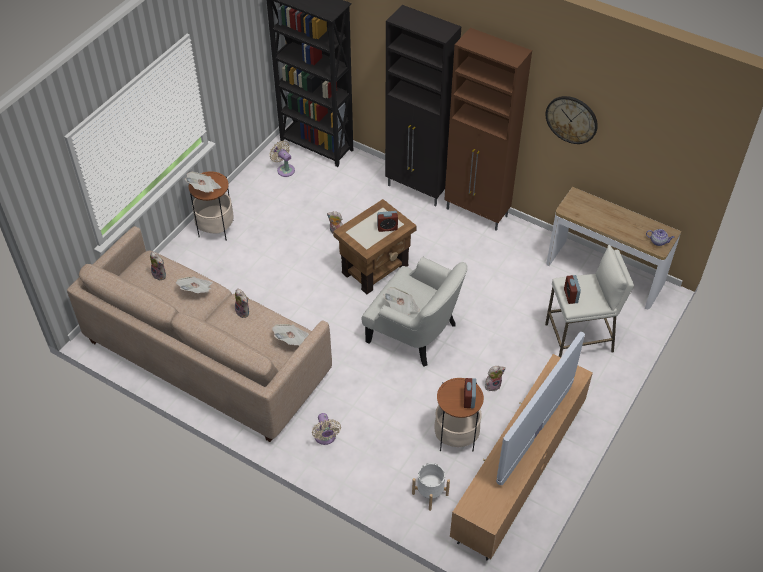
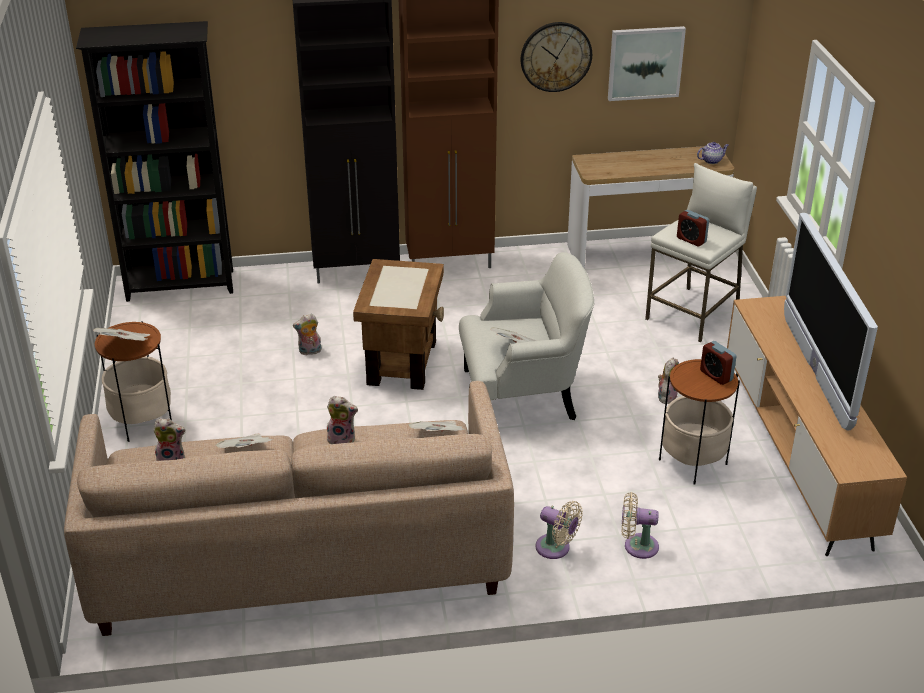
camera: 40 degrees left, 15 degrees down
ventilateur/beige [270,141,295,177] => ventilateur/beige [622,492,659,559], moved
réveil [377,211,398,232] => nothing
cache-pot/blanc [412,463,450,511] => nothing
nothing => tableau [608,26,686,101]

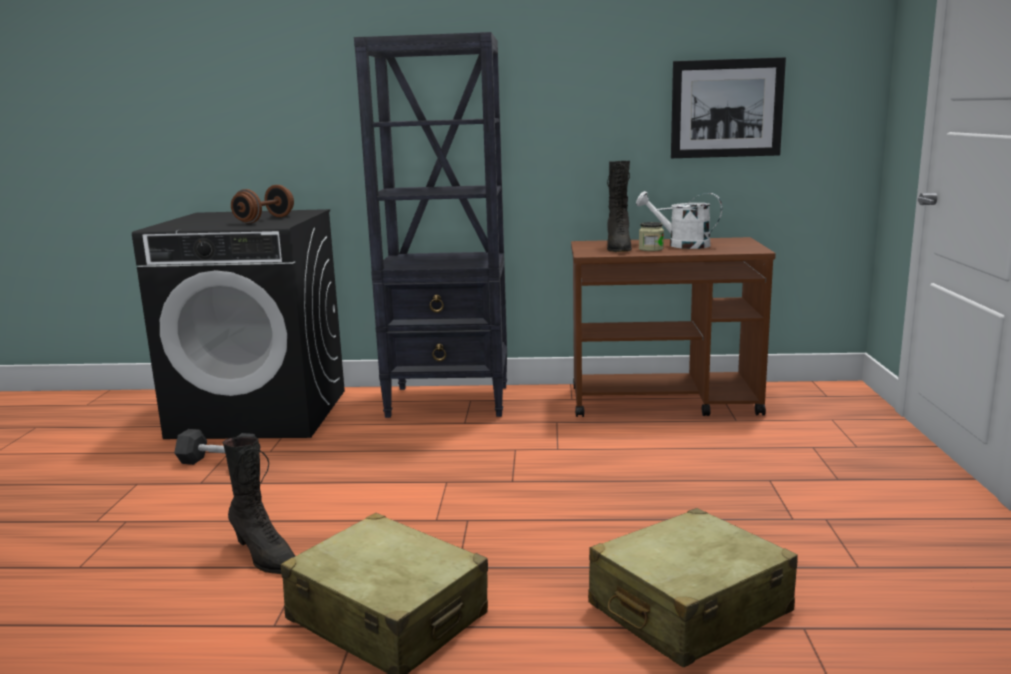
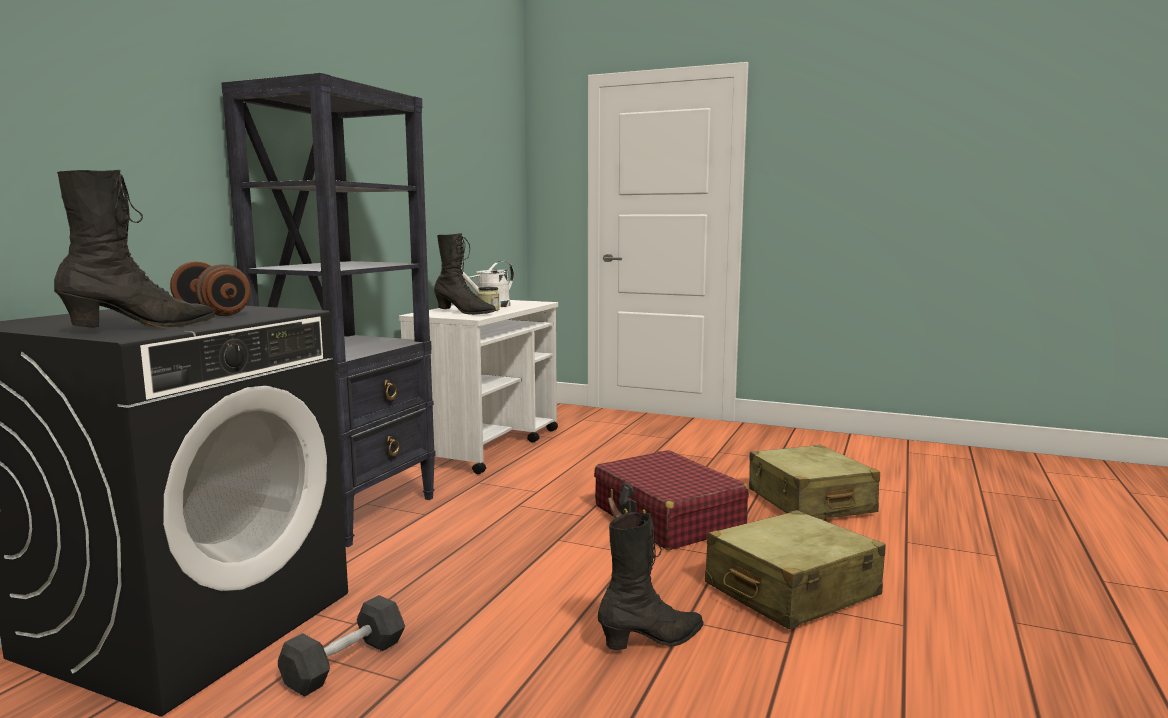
camera: 70 degrees left, 5 degrees down
tableau [671,57,786,158] => nothing
chariot/marron [571,237,776,417] => chariot/blanc [399,300,558,474]
nothing => botte/noir [54,170,215,327]
nothing => valise/rouge [594,450,749,550]

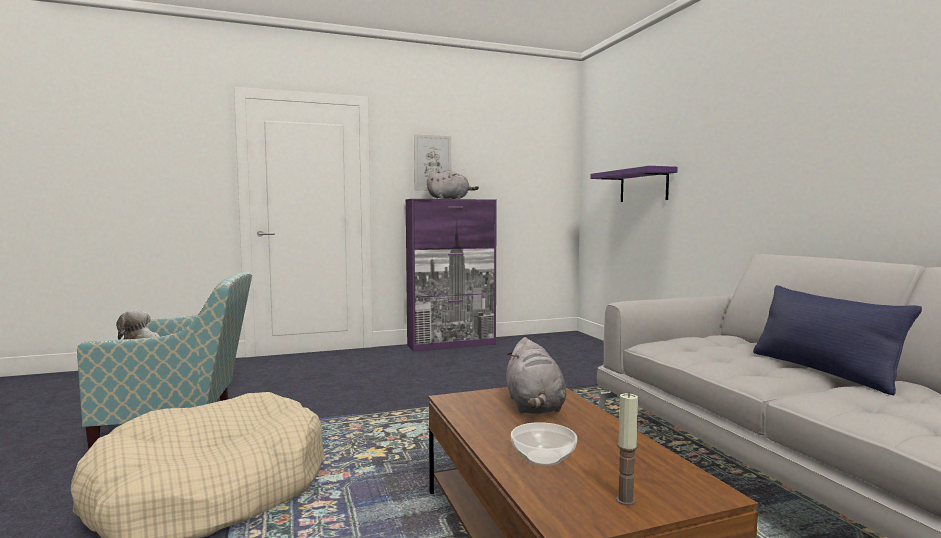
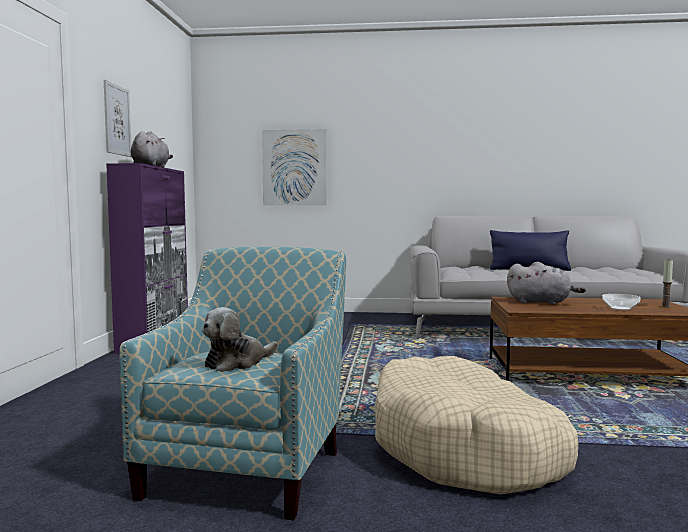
camera: 65 degrees left, 0 degrees up
étagère/violet [590,166,678,202] => tableau [262,129,327,206]

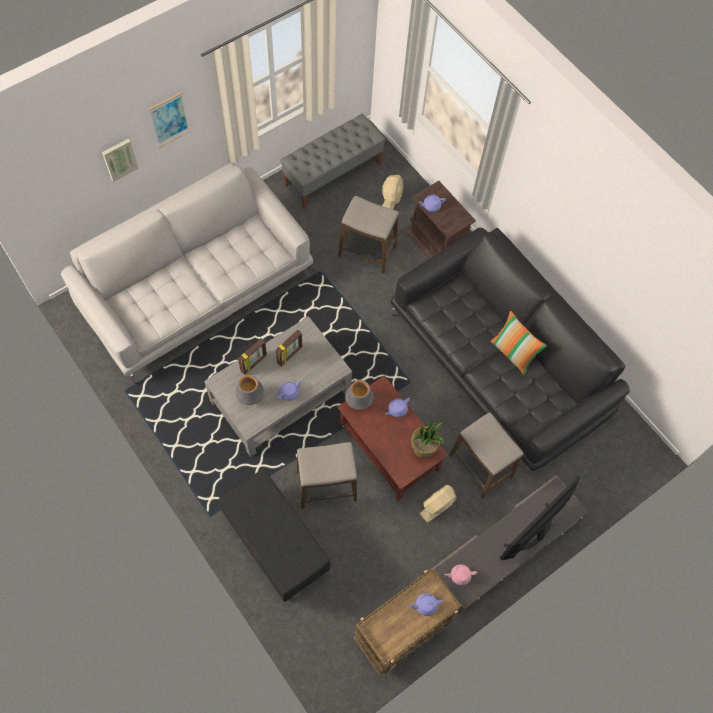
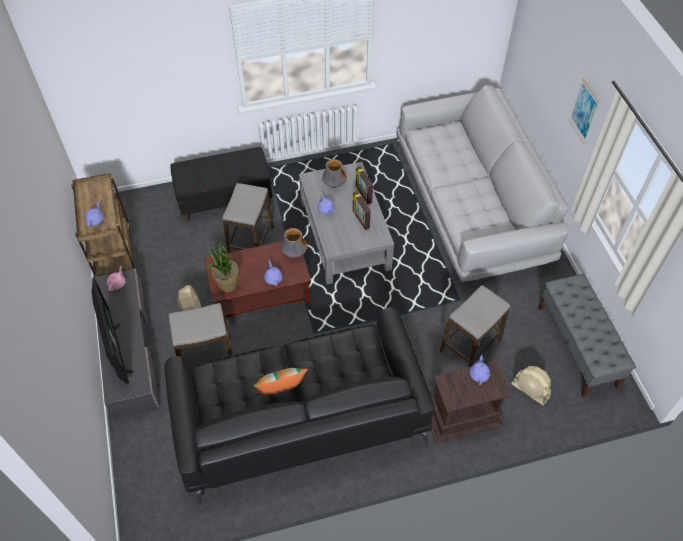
camera: 115 degrees right, 10 degrees down
tableau [102,139,139,182] => nothing

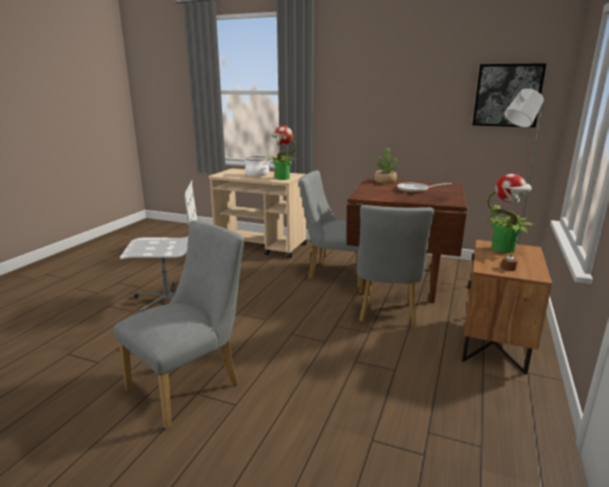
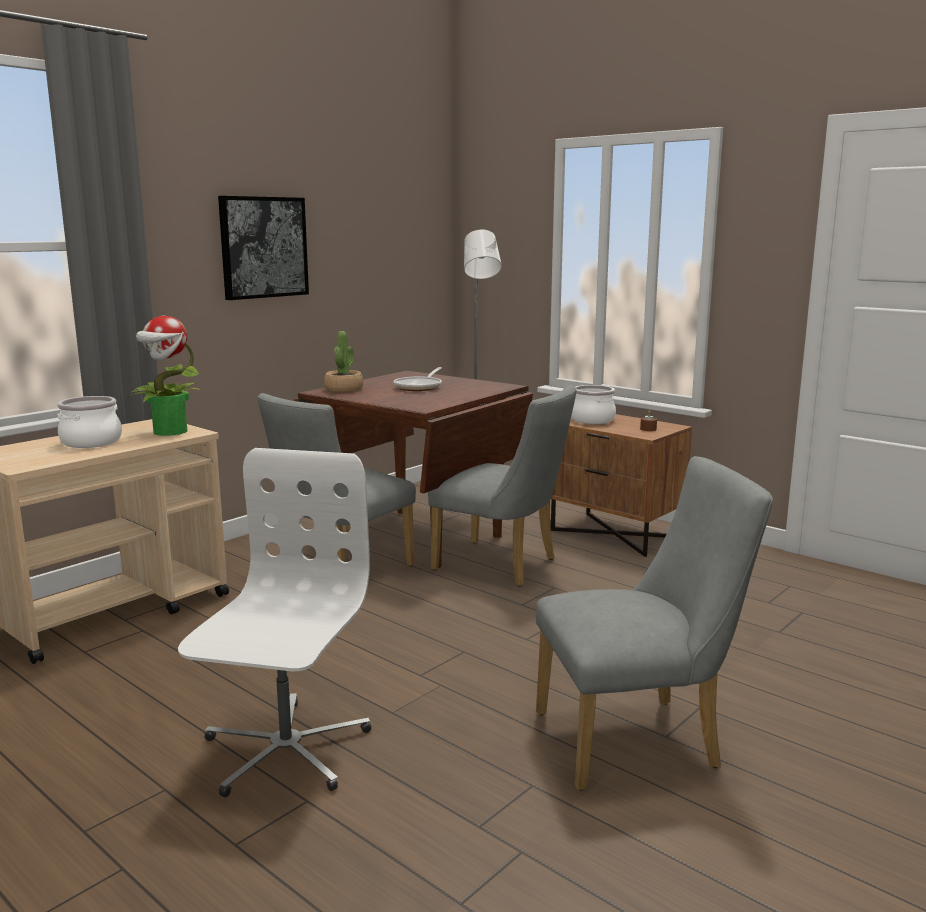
camera: 70 degrees left, 5 degrees down
tableau [473,63,546,127] => tableau [218,196,309,300], moved
plante en pot [484,174,535,253] => marmite [571,385,616,424]
chaise/gris [114,220,244,429] => chaise/gris [536,456,773,791], 105 degrees clockwise

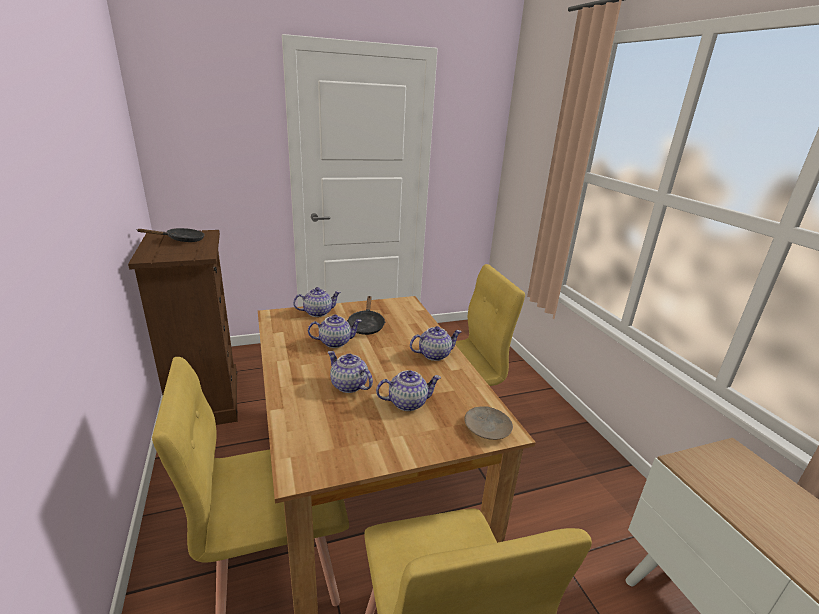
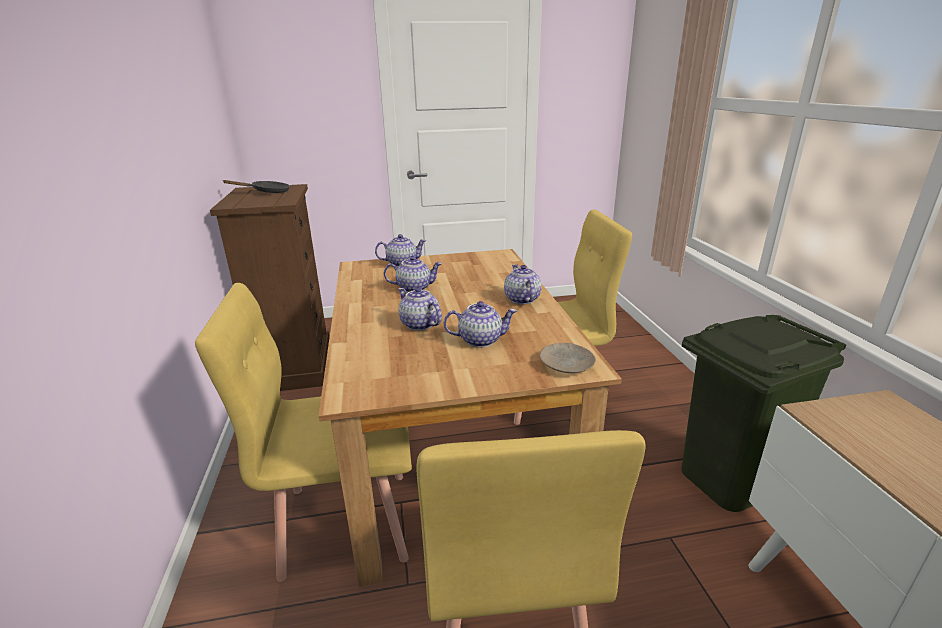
camera: 10 degrees right, 0 degrees up
poêle/noir [347,296,385,335] => nothing
théière [410,326,462,361] => théière [504,264,542,304], 90 degrees counterclockwise
nothing => poubelle/vert [681,315,846,512]

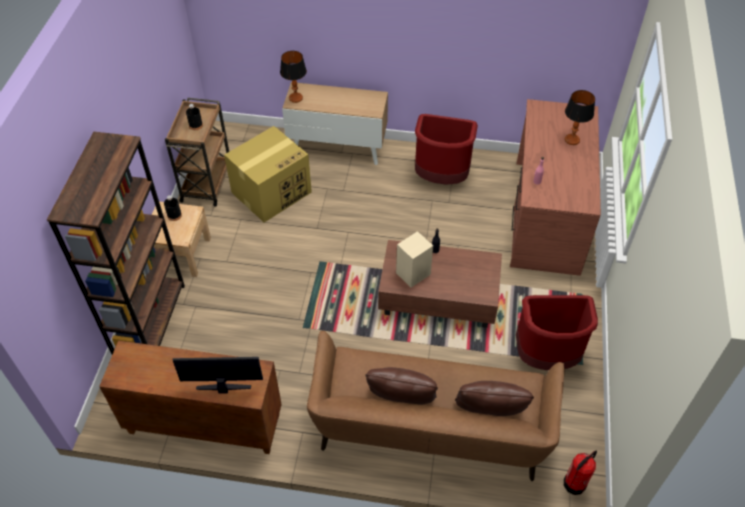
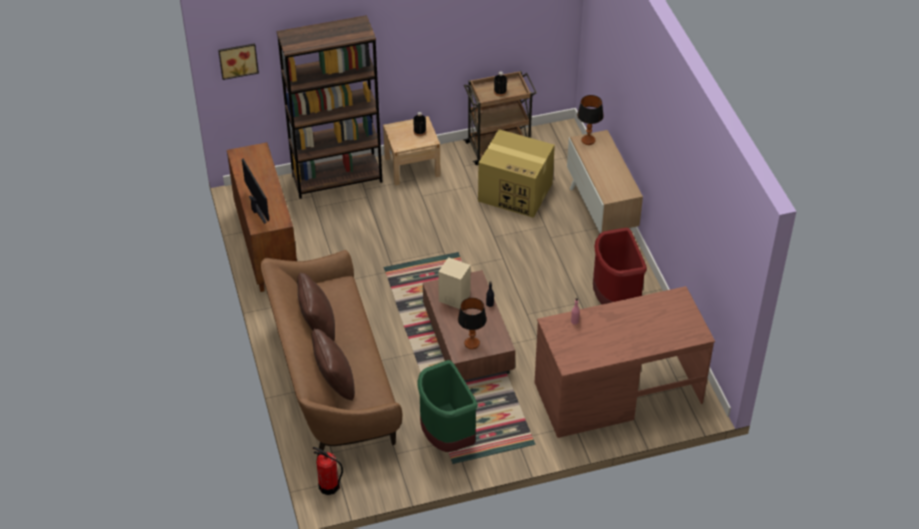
camera: 65 degrees right, 5 degrees down
lampe de table [565,90,595,145] => lampe de table [458,298,487,349], moved
poubelle/rouge [516,295,598,370] => poubelle/vert [417,360,478,452]
nothing => tableau [218,43,259,80]

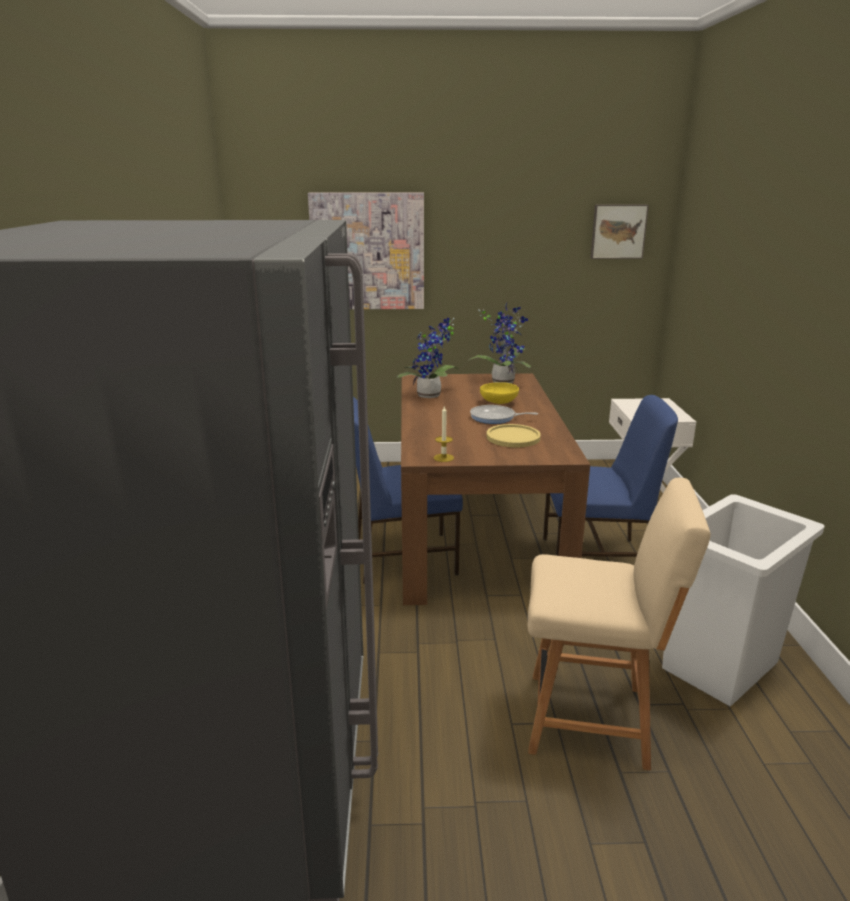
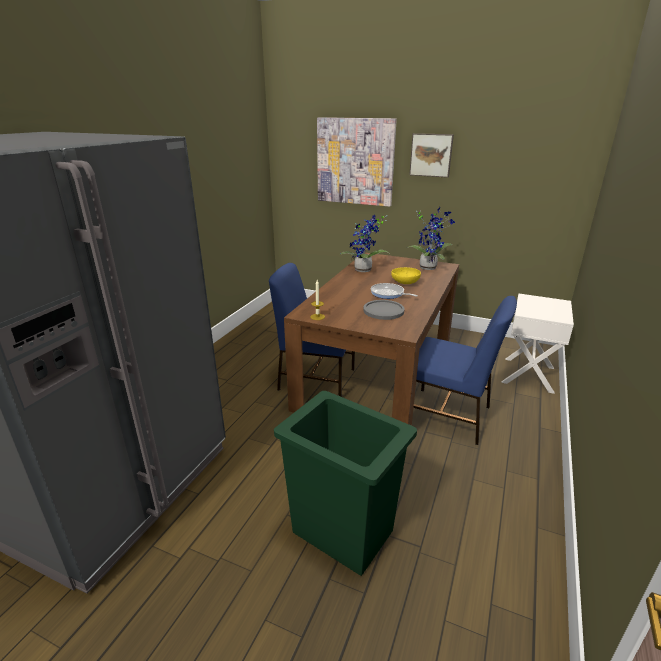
camera: 25 degrees right, 5 degrees up
tableau [590,204,649,259] => tableau [409,133,454,178], moved
assiette/jaune [486,424,541,447] => assiette/gris [363,300,405,320]
chaise/beige [528,478,711,771] => poubelle/vert [274,391,417,576]
poubelle/blanc [662,494,825,706] => nothing

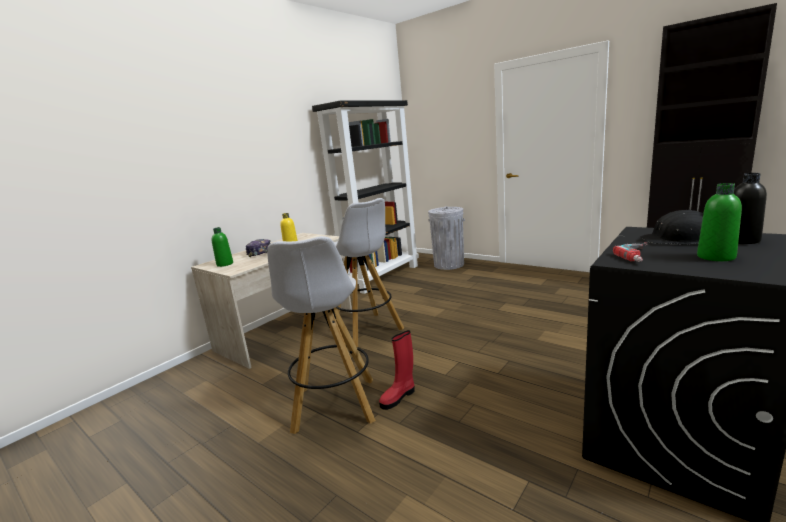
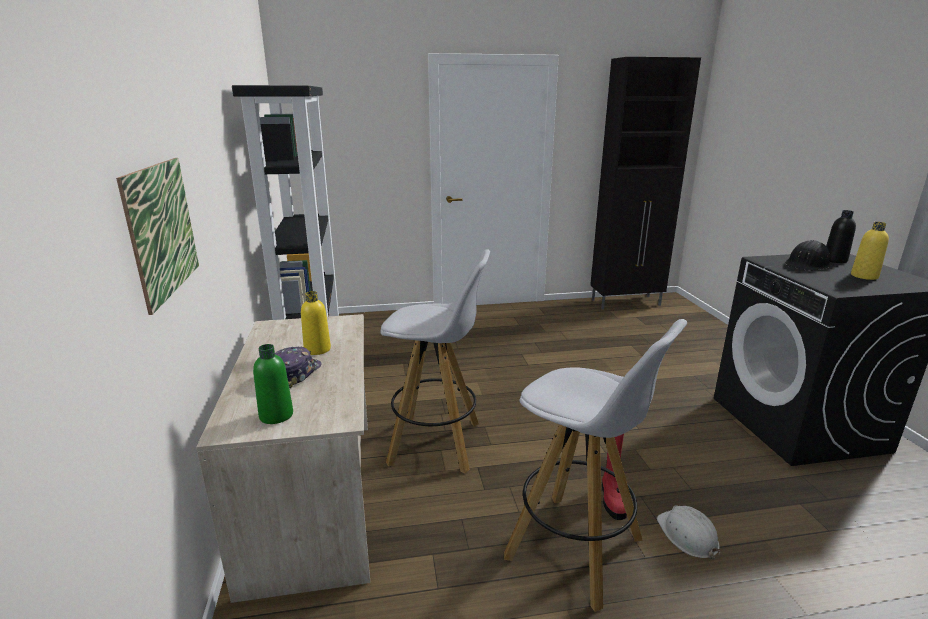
camera: 50 degrees left, 5 degrees up
bouteille/vert [697,183,742,261] => bouteille/jaune [851,222,889,280]
poubelle/gris [428,207,465,270] => nothing
perceuse [613,242,648,262] => nothing
nothing => tableau [116,158,199,315]
nothing => casque de chantier/blanc [657,505,721,560]

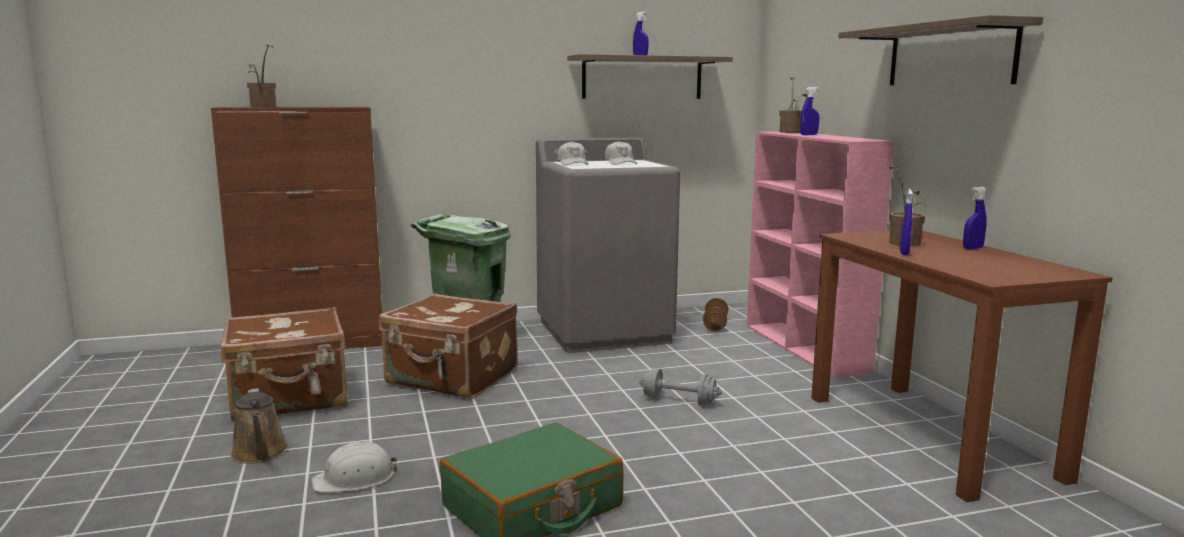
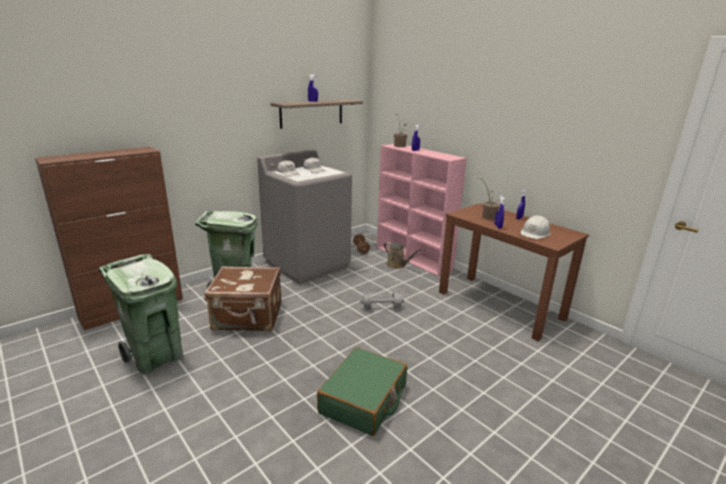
camera: 25 degrees left, 10 degrees up
étagère [838,15,1043,85] => nothing
plante en pot [247,45,276,107] => nothing
valise/marron [221,307,348,421] => poubelle/vert [98,254,184,375]
arrosoir/marron [231,388,288,464] => arrosoir/marron [384,242,421,269], moved
casque de chantier/blanc [311,440,398,492] => casque de chantier/blanc [521,215,551,239], moved

